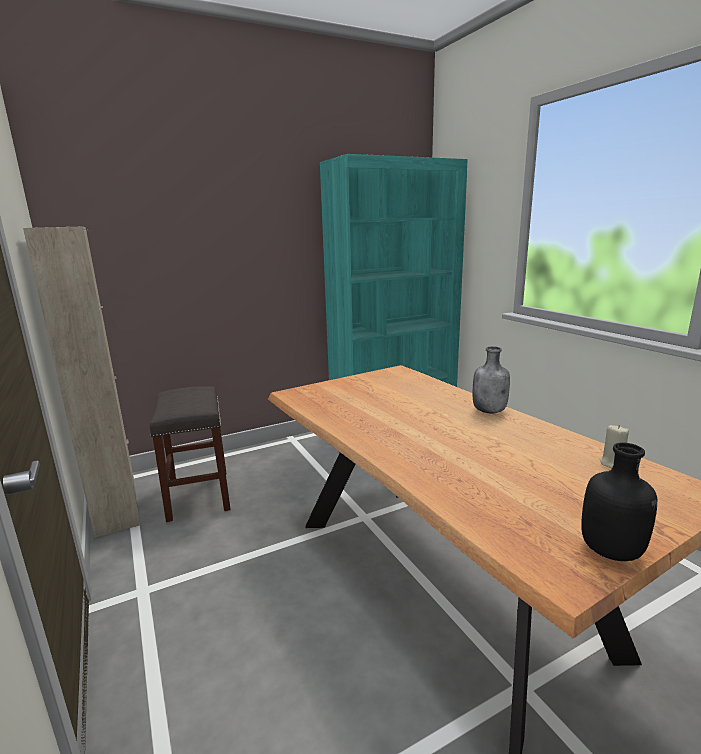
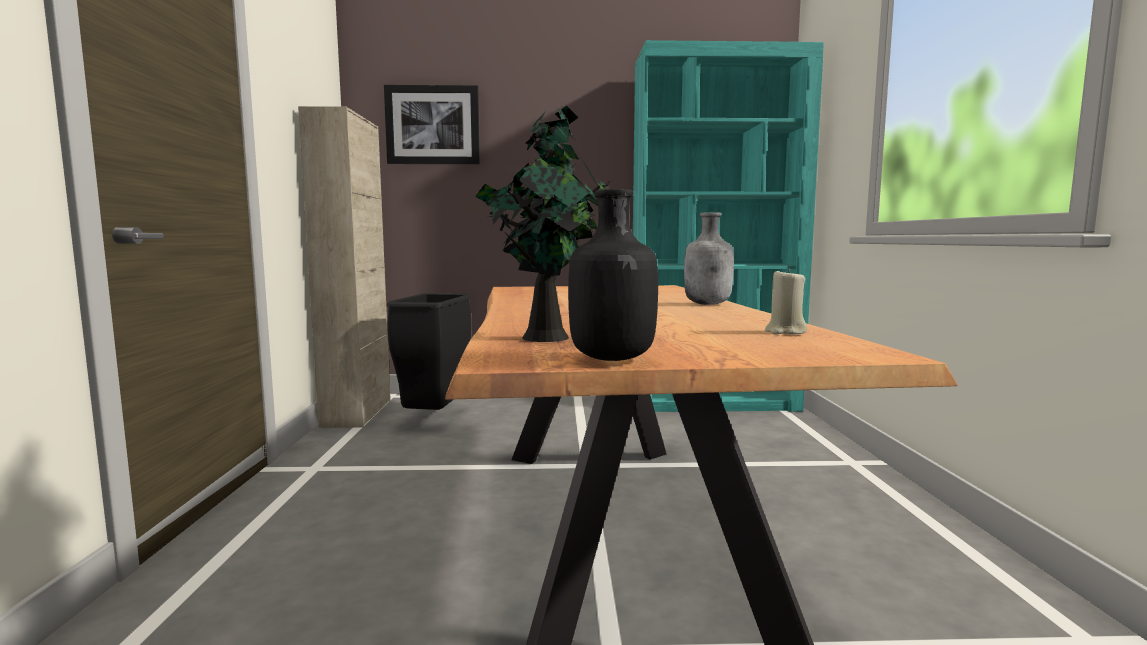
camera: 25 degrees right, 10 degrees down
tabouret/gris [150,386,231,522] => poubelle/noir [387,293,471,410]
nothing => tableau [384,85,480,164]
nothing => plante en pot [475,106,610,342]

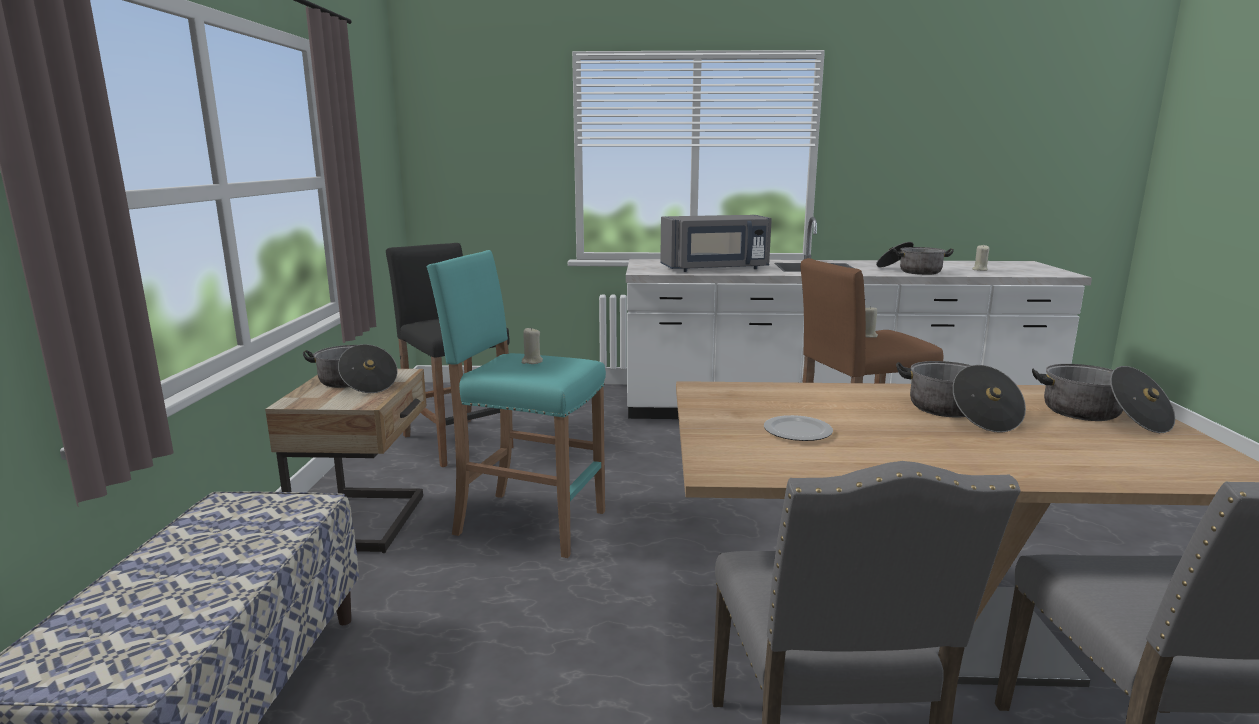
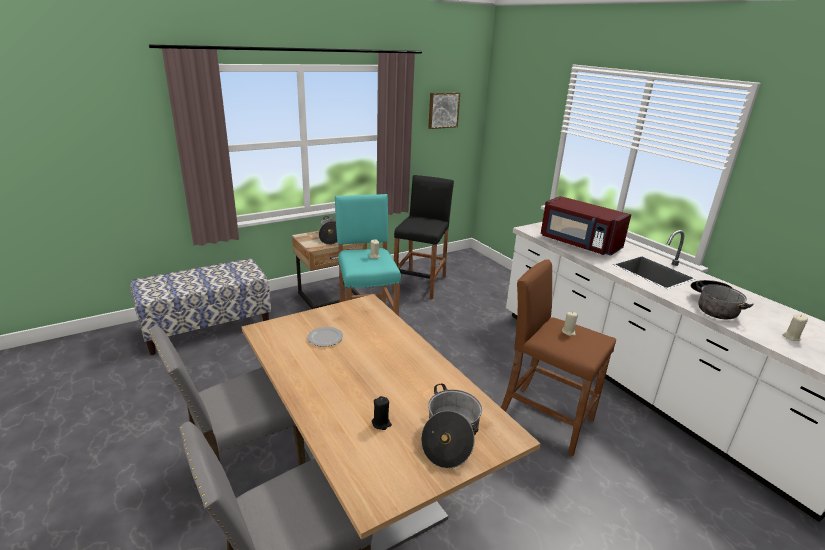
camera: 55 degrees right, 10 degrees up
micro-ondes/gris [660,215,772,272] => micro-ondes/rouge [541,196,631,256]
marmite [896,361,1026,433] => nothing
nothing => tableau [428,92,460,129]
nothing => bougie/noir [372,396,392,430]

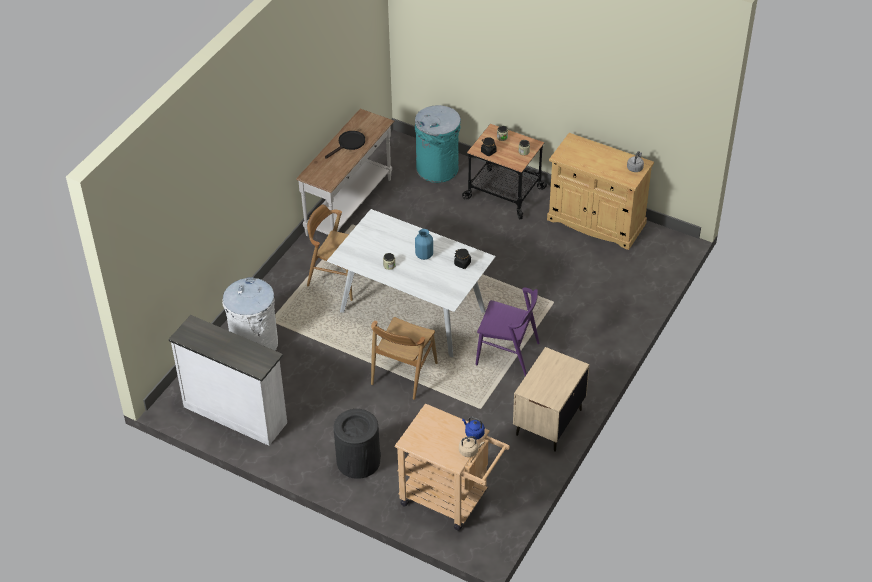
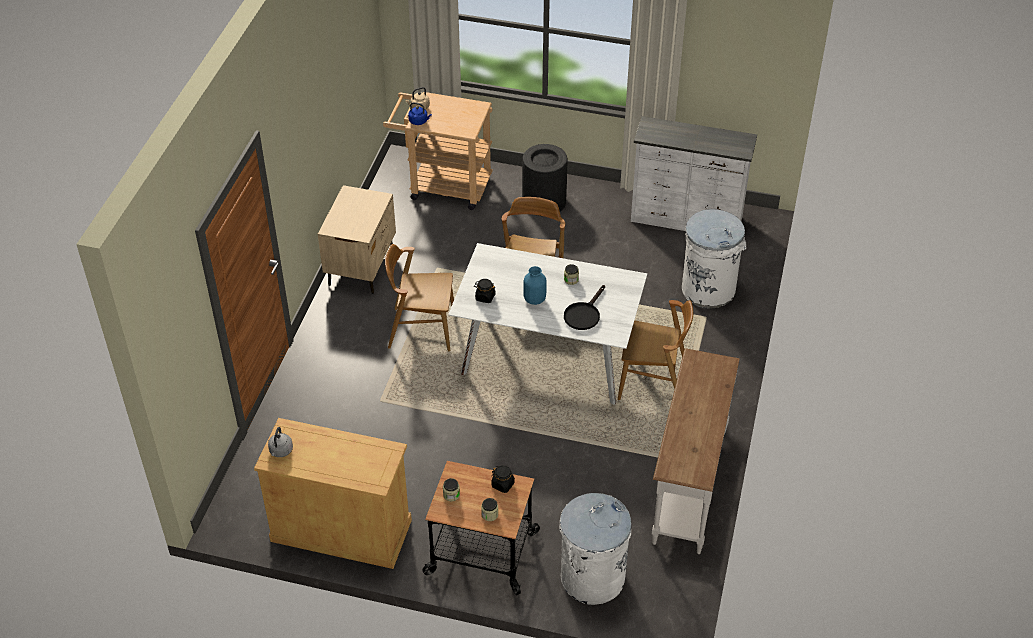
camera: 165 degrees right, 0 degrees up
poubelle/turquoise [415,105,461,183] => poubelle/blanc [559,493,632,605]
poêle/noir [325,131,365,159] => poêle/noir [564,285,605,330], moved
chaise/violet [476,287,540,376] => chaise/marron [385,244,454,351]

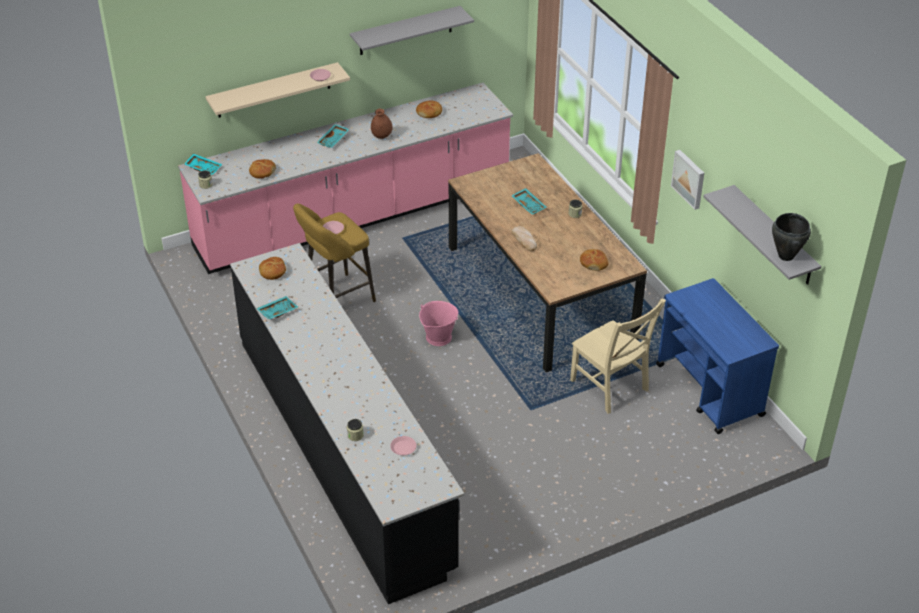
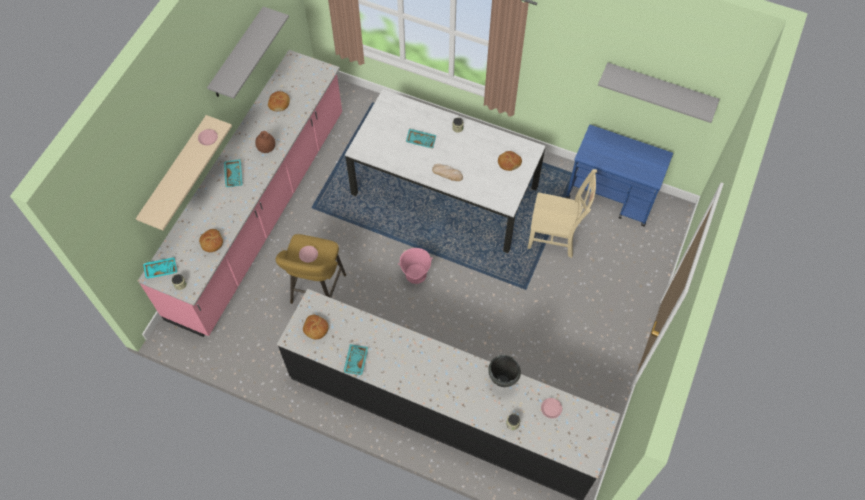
camera: 40 degrees left, 20 degrees up
tableau [671,150,704,210] => nothing
table à manger/marron [448,153,647,373] => table à manger/blanc [345,89,546,253]
marmite/noir [772,213,811,261] => marmite/noir [488,355,521,387], moved

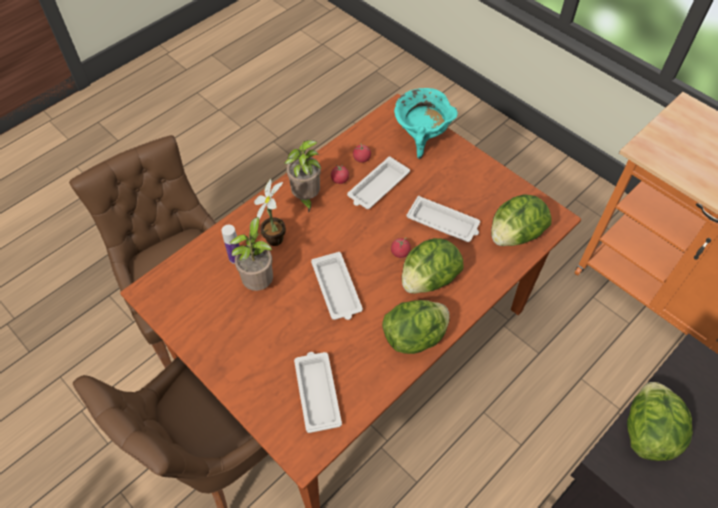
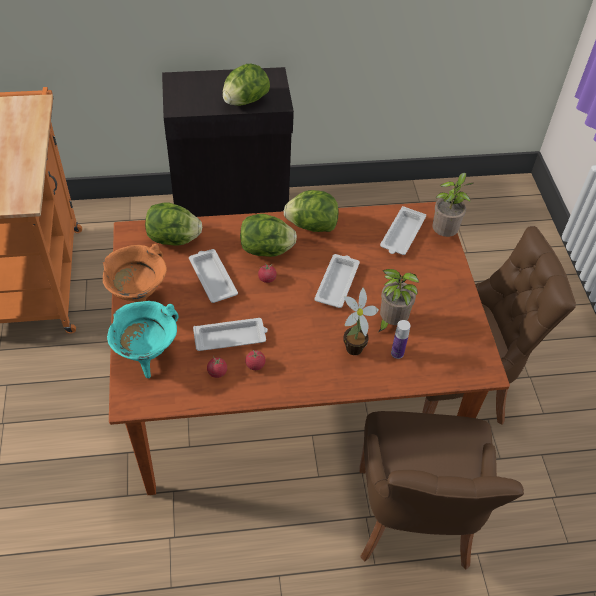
camera: 145 degrees left, 5 degrees down
plante en pot [285,140,321,214] => plante en pot [432,173,473,237], moved
nothing => marmite/orange [103,244,167,302]

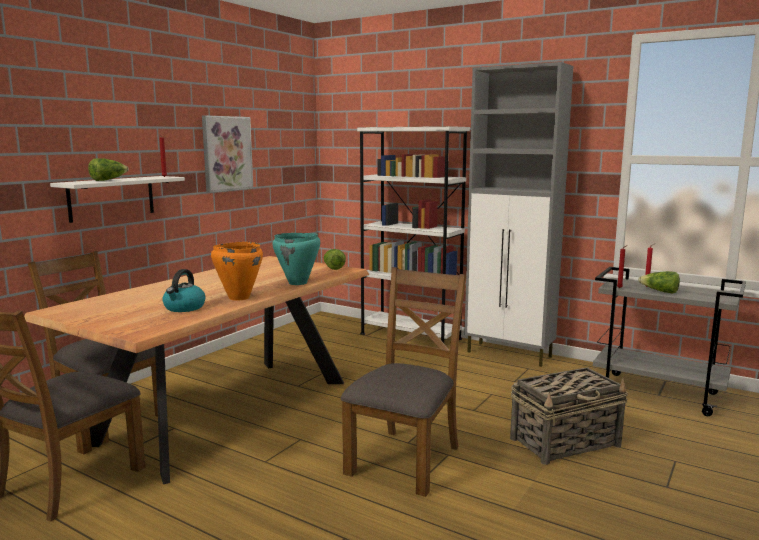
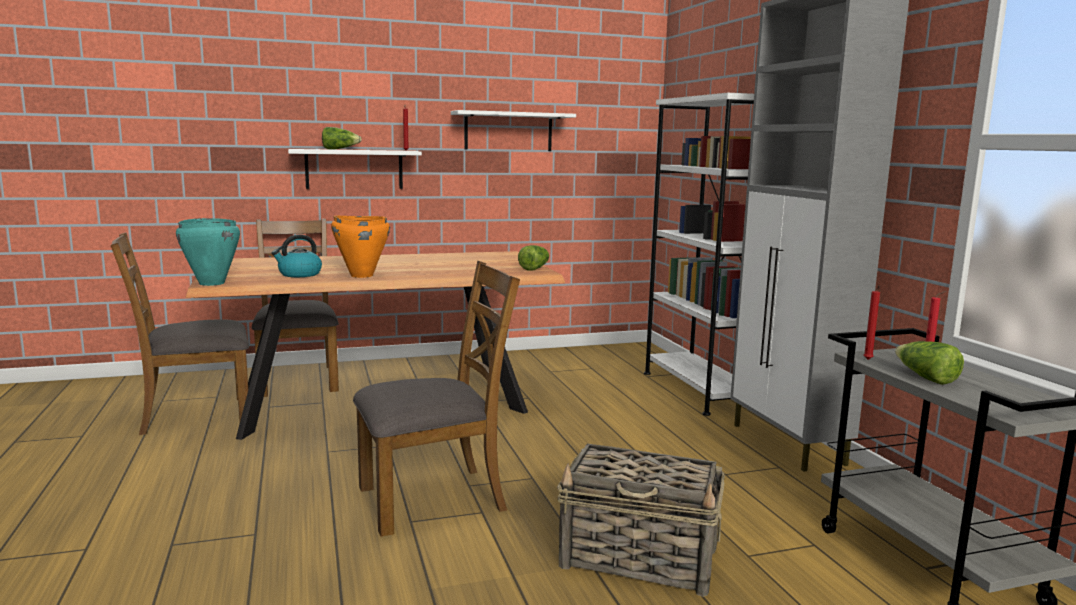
camera: 40 degrees right, 0 degrees up
tableau [202,115,253,193] => étagère/blanc [451,110,576,151]
marmite/turquoise [272,233,320,285] => marmite/turquoise [176,218,240,286], moved

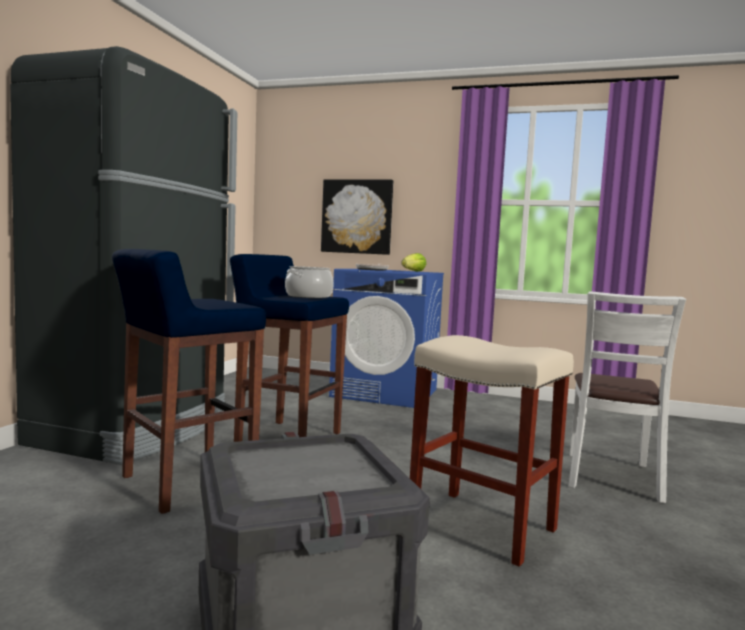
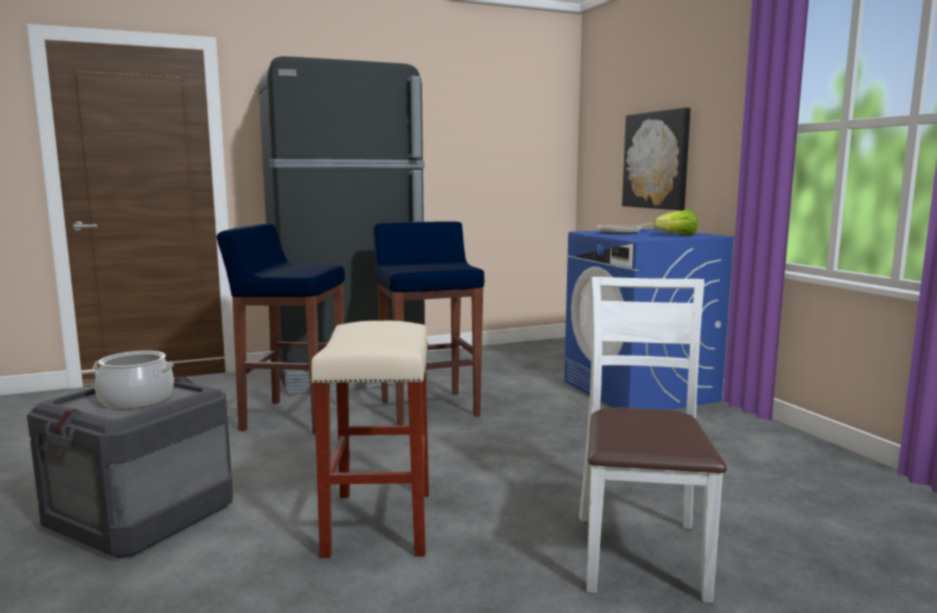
camera: 50 degrees right, 5 degrees up
marmite [285,266,334,298] => marmite [93,351,174,409], moved
chaise/blanc [568,291,686,503] => chaise/blanc [579,277,727,603], 120 degrees clockwise

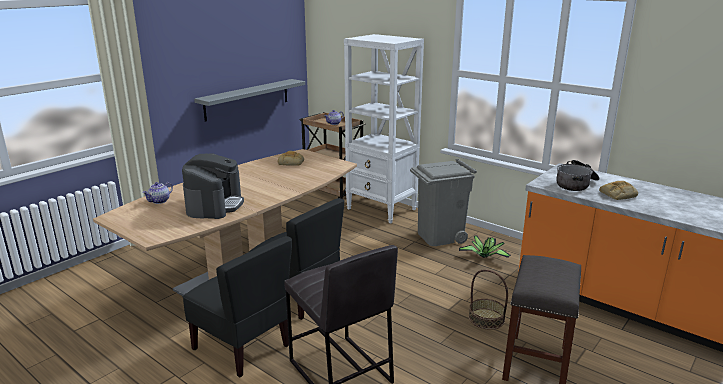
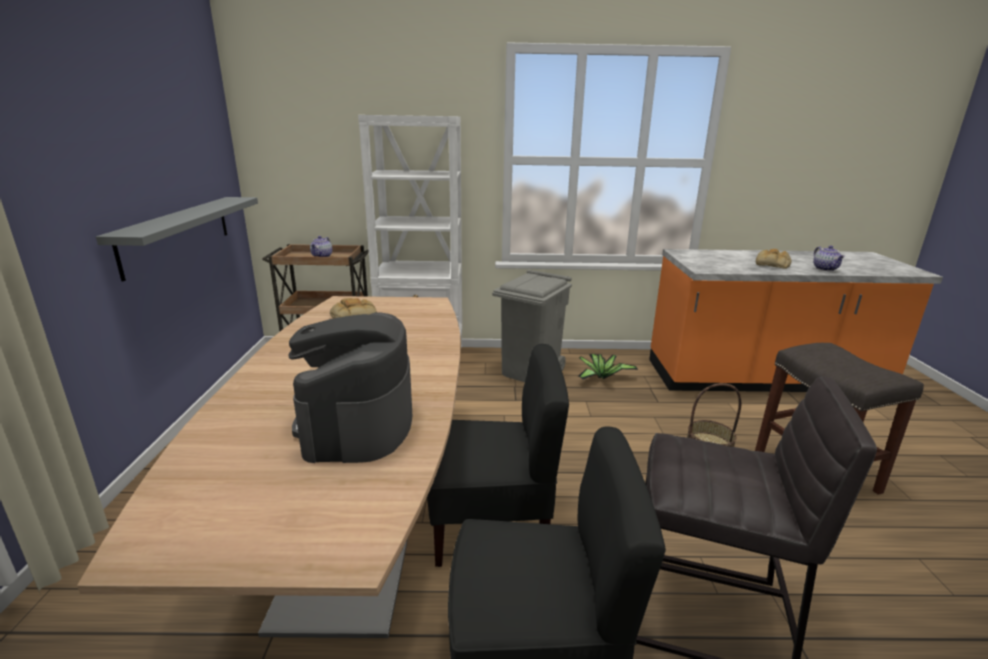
camera: 40 degrees left, 0 degrees up
machine à café [182,153,244,219] => machine à café [288,312,412,463], 150 degrees counterclockwise
marmite [556,160,599,191] => nothing
théière [142,182,173,204] => théière [813,246,845,271], moved

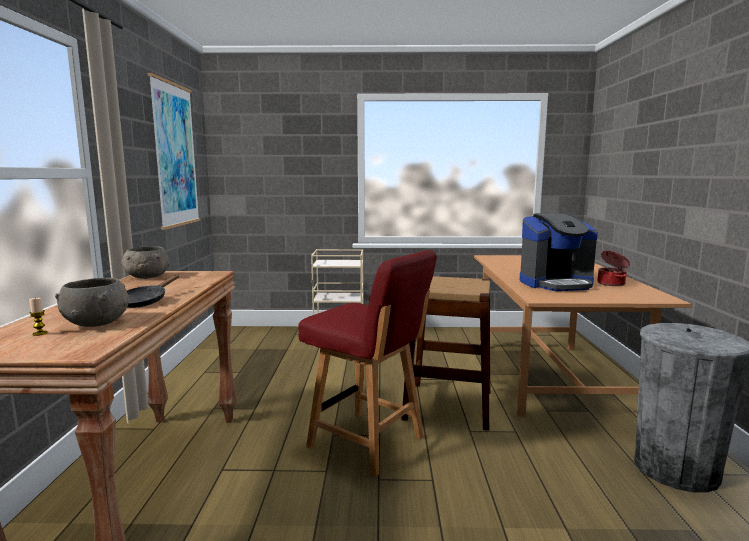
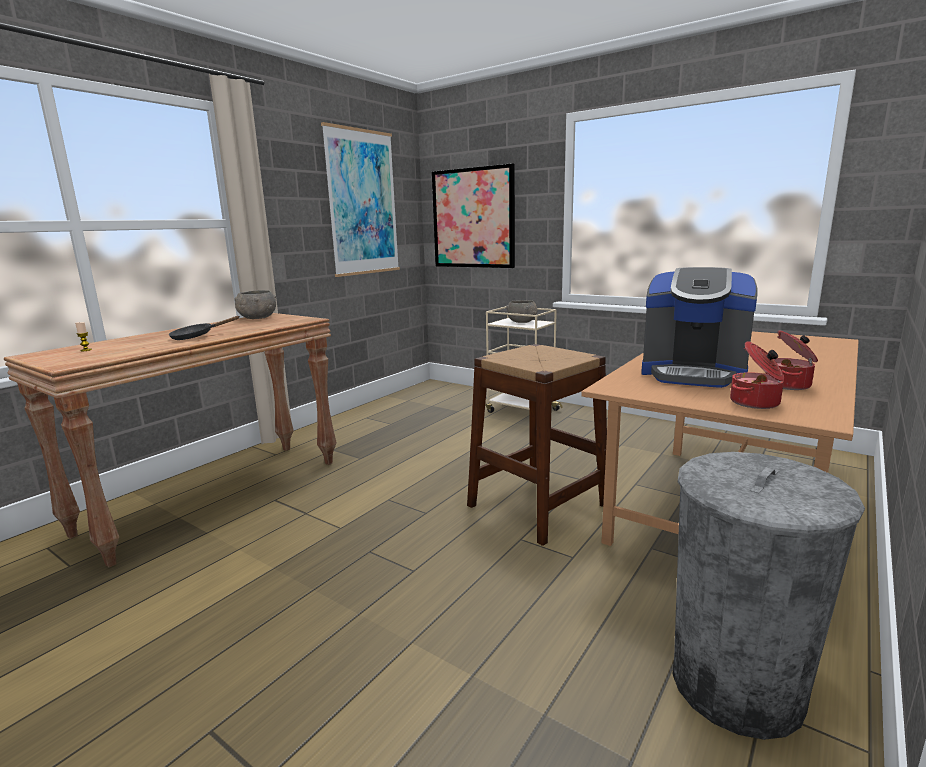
camera: 35 degrees right, 5 degrees up
chaise/rouge [298,250,437,477] => nothing
bol/gris [55,278,129,327] => bol/gris [506,300,538,323], moved
nothing => tableau [432,163,515,268]
nothing => marmite [730,341,784,409]

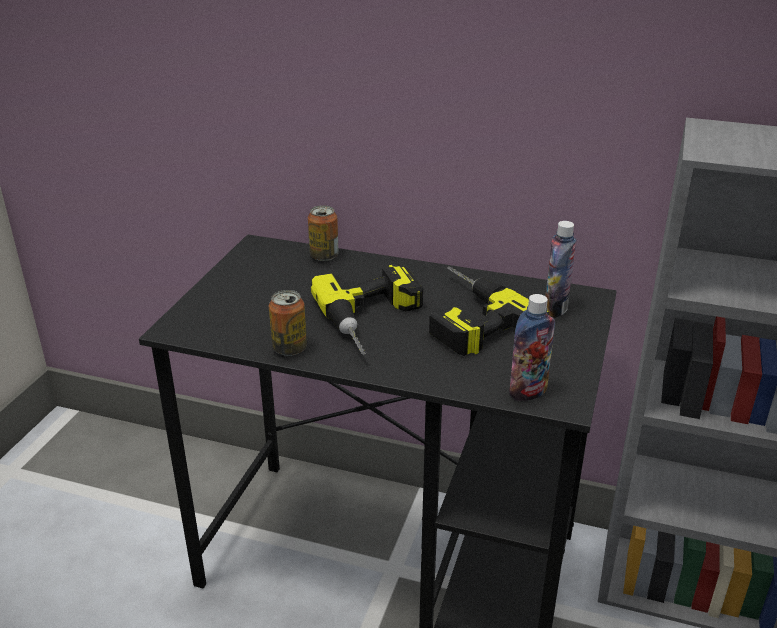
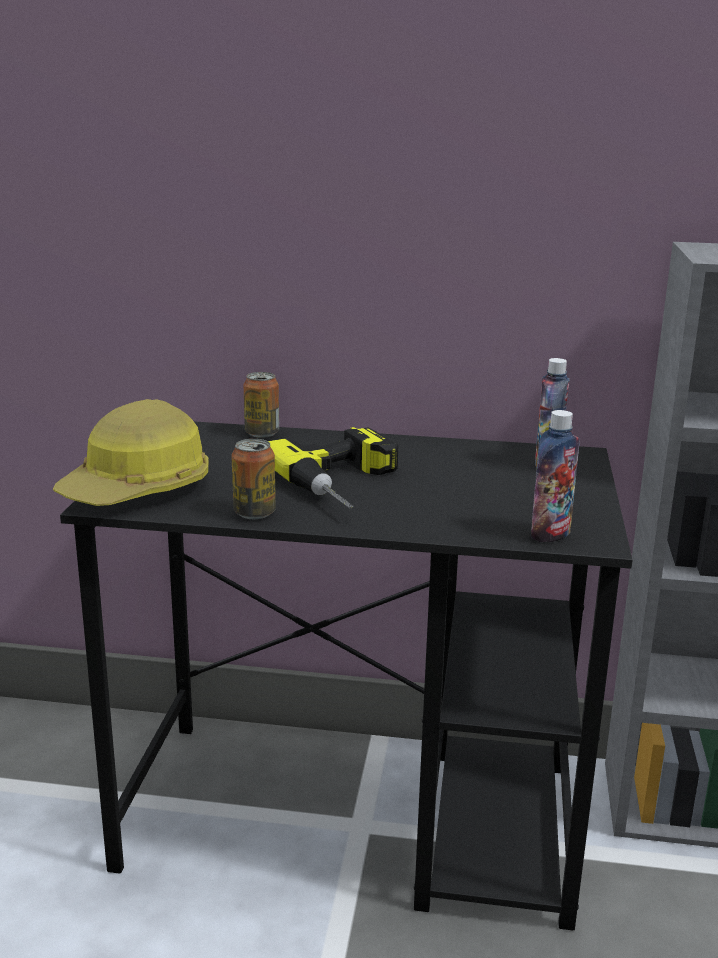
camera: 10 degrees left, 10 degrees down
perceuse [429,266,549,356] => nothing
nothing => casque de chantier [53,399,209,506]

